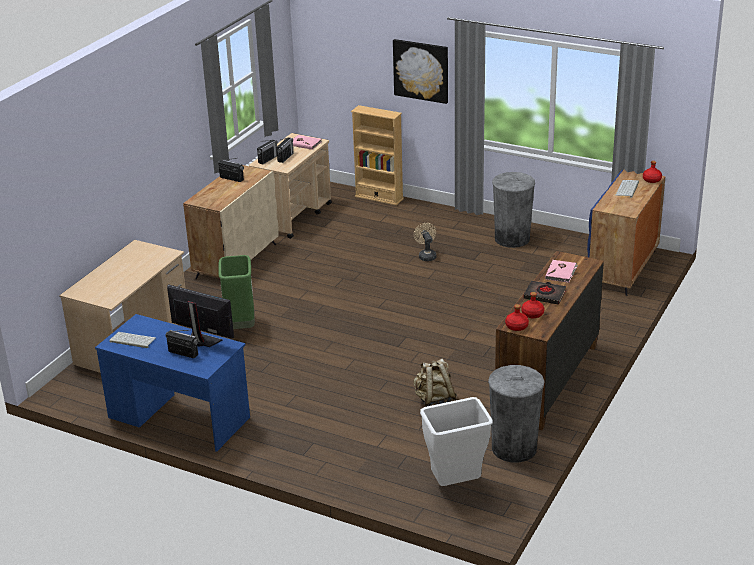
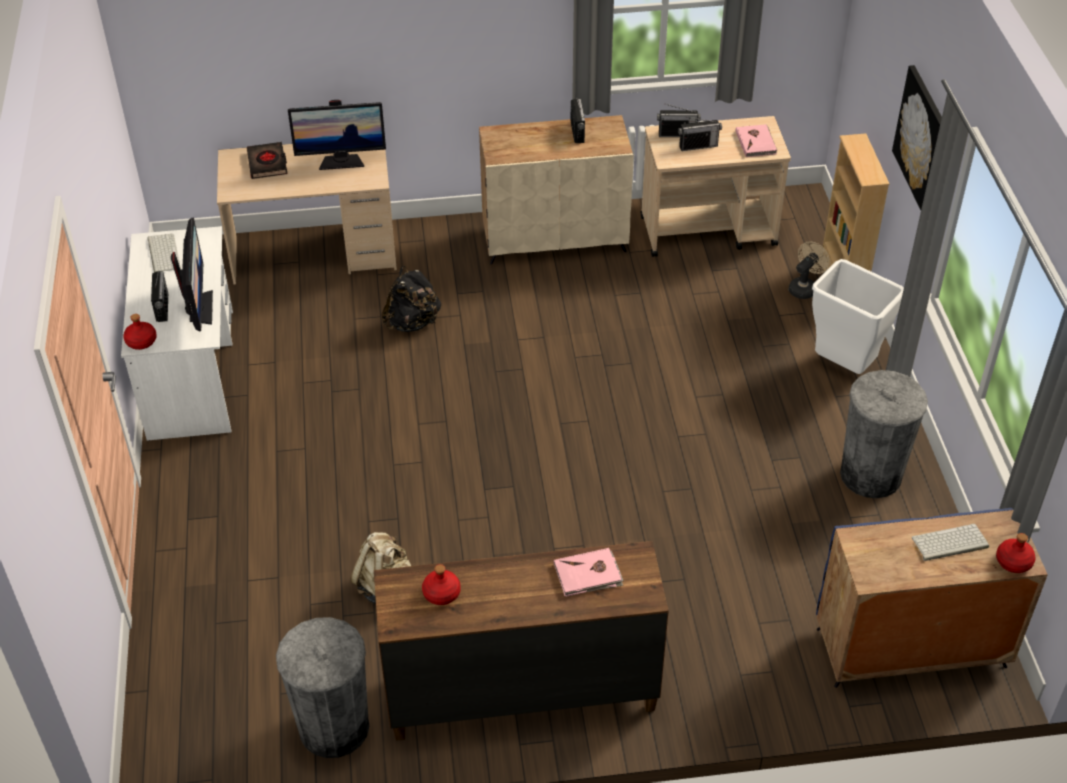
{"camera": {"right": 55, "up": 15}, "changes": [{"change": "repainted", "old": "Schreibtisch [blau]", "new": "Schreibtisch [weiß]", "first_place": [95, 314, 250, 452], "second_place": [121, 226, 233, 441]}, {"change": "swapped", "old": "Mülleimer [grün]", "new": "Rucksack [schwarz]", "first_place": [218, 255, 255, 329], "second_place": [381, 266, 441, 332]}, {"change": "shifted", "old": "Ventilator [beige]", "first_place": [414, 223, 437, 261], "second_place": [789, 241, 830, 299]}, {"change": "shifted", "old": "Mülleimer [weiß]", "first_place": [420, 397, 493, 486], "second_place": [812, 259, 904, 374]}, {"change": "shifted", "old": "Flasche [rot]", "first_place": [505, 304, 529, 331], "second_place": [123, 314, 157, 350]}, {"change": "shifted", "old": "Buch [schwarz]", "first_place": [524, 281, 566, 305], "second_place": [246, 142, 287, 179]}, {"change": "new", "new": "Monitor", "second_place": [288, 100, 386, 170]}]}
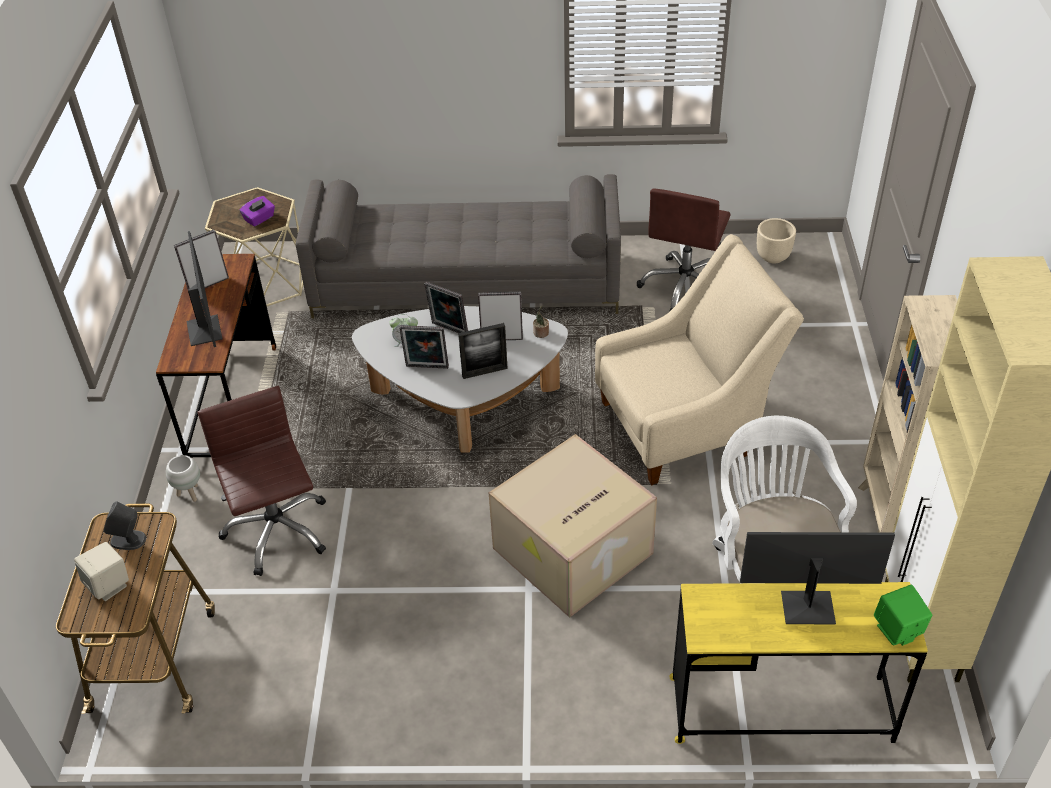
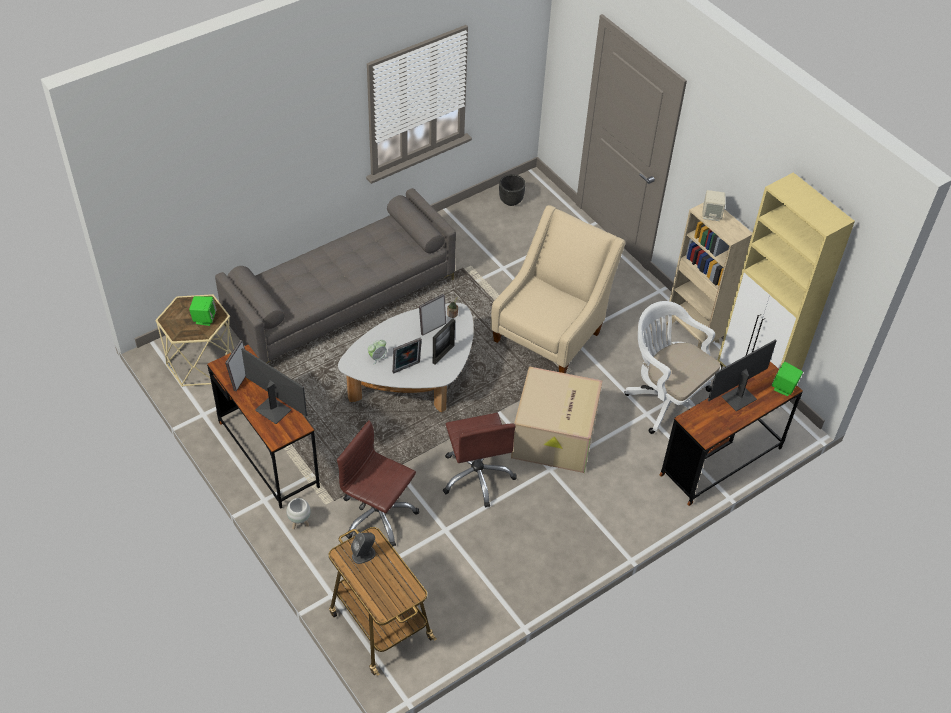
{"camera": {"right": -40, "up": 5}, "changes": [{"change": "shifted", "old": "Lautsprecher [beige]", "first_place": [74, 542, 129, 601], "second_place": [702, 190, 725, 221]}, {"change": "swapped", "old": "Taschentuchbox [lila]", "new": "Lautsprecher [grün]", "first_place": [240, 196, 275, 227], "second_place": [189, 296, 217, 326]}, {"change": "gone", "old": "Bilderrahmen", "first_place": [424, 282, 468, 333]}, {"change": "shifted", "old": "Bürostuhl [braun]", "first_place": [637, 189, 731, 312], "second_place": [443, 413, 517, 508]}, {"change": "repainted", "old": "Schreibtisch [gelb]", "new": "Schreibtisch [braun]", "first_place": [670, 582, 928, 744], "second_place": [659, 362, 803, 506]}, {"change": "repainted", "old": "Pflanzkübel [beige]", "new": "Pflanzkübel [schwarz]", "first_place": [757, 218, 796, 264], "second_place": [499, 174, 526, 206]}]}
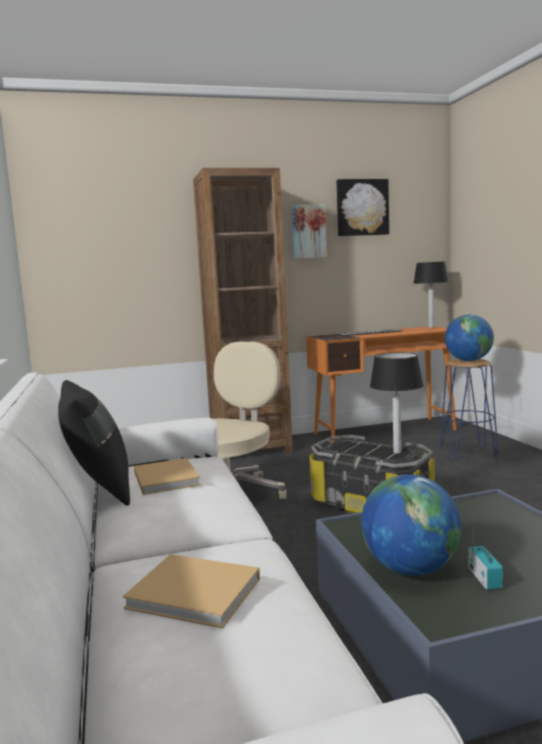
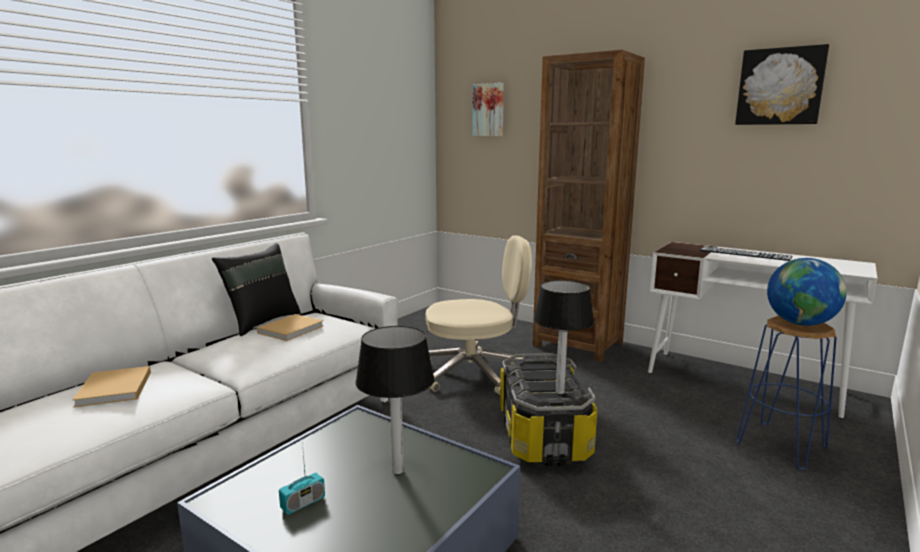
{"camera": {"right": 50, "up": 5}, "changes": [{"change": "shifted", "old": "Bild", "first_place": [291, 204, 327, 259], "second_place": [472, 83, 504, 136]}, {"change": "repainted", "old": "Schreibtisch [orange]", "new": "Schreibtisch [weiß]", "first_place": [306, 326, 457, 442], "second_place": [648, 242, 877, 418]}, {"change": "gone", "old": "Globus", "first_place": [361, 474, 461, 576]}, {"change": "shifted", "old": "Tischlampe", "first_place": [413, 262, 449, 328], "second_place": [355, 326, 434, 474]}]}
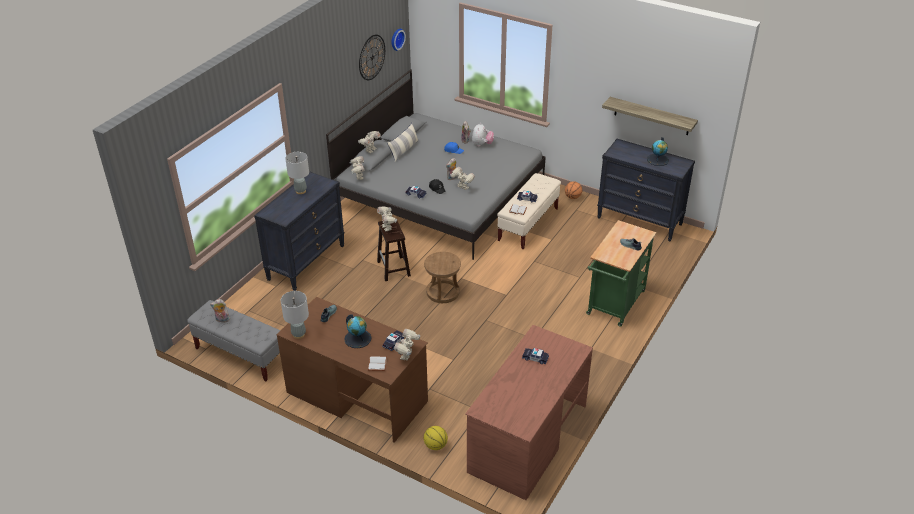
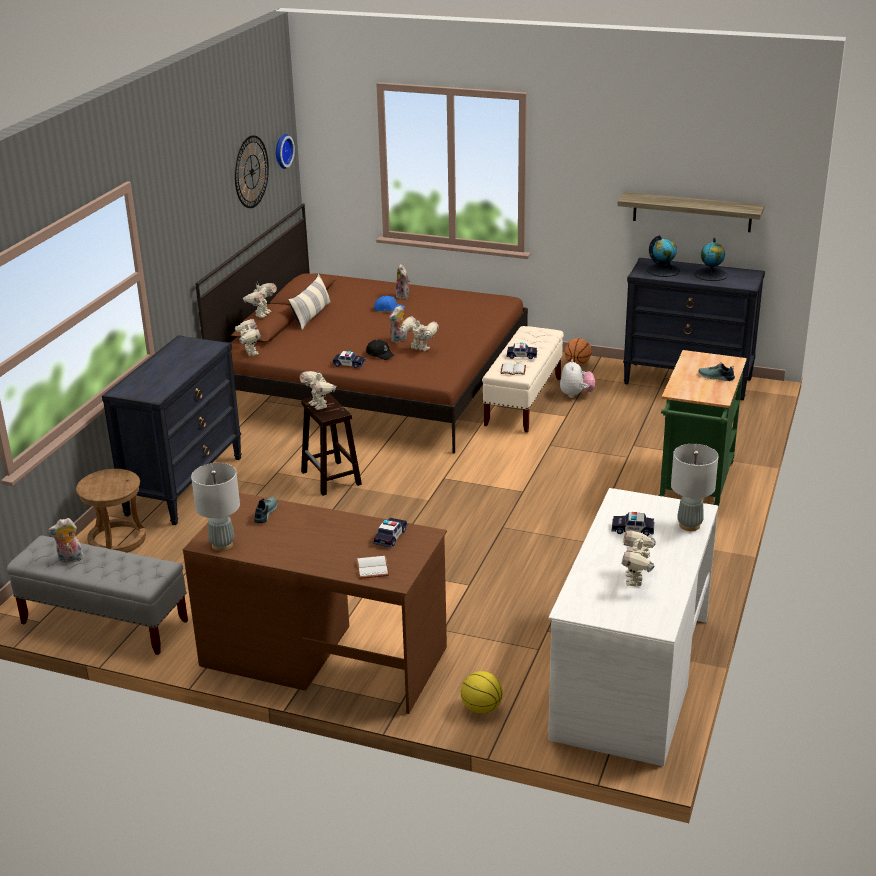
{"camera": {"right": -10, "up": -10}, "changes": [{"change": "shifted", "old": "Tischlampe [grau]", "first_place": [285, 152, 309, 194], "second_place": [671, 444, 718, 531]}, {"change": "repainted", "old": "Bett [grau]", "new": "Bett [braun]", "first_place": [326, 69, 545, 260], "second_place": [195, 203, 528, 453]}, {"change": "shifted", "old": "Globus", "first_place": [344, 314, 372, 348], "second_place": [647, 235, 680, 277]}, {"change": "shifted", "old": "Spielzeugroboter", "first_place": [394, 329, 420, 361], "second_place": [621, 531, 656, 586]}, {"change": "shifted", "old": "Hocker [braun]", "first_place": [424, 252, 461, 303], "second_place": [76, 469, 146, 553]}, {"change": "repainted", "old": "Schreibtisch [braun]", "new": "Schreibtisch [weiß]", "first_place": [465, 325, 593, 500], "second_place": [548, 488, 718, 766]}, {"change": "shifted", "old": "Plüschtier", "first_place": [472, 123, 494, 147], "second_place": [560, 360, 595, 398]}]}
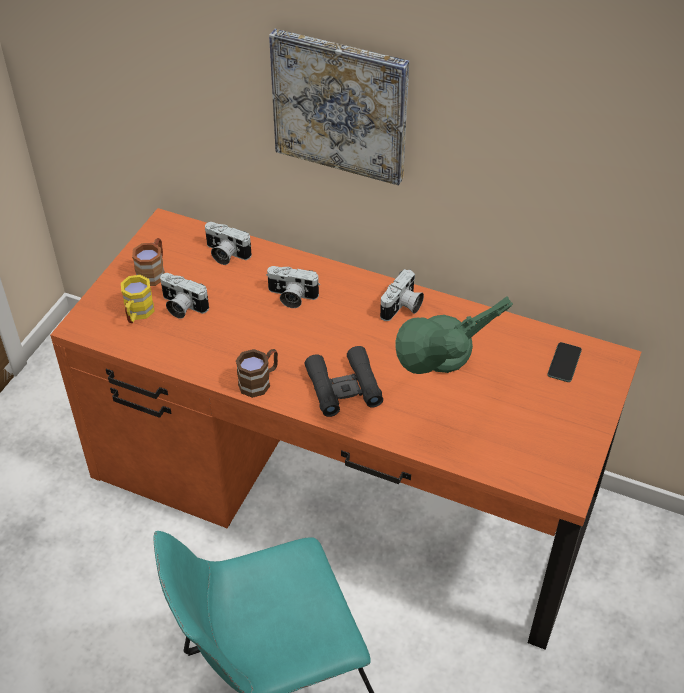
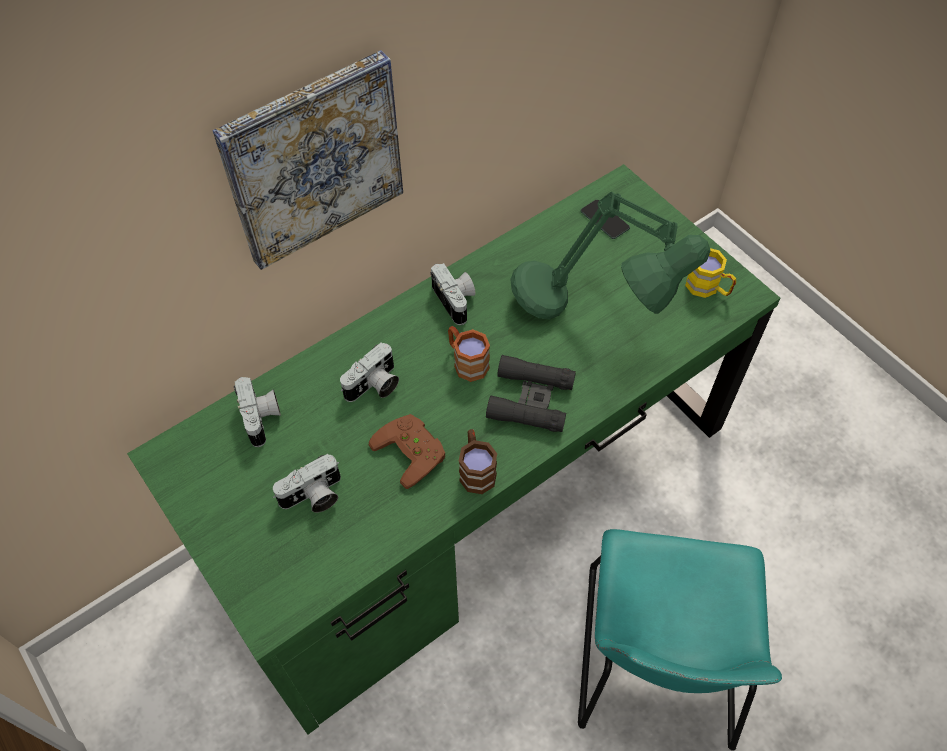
{"camera": {"right": -60, "up": 10}, "changes": [{"change": "repainted", "old": "Schreibtisch [orange]", "new": "Schreibtisch [grün]", "first_place": [50, 208, 641, 650], "second_place": [127, 164, 780, 735]}, {"change": "shifted", "old": "Henkelbecher [gelb]", "first_place": [121, 275, 155, 323], "second_place": [685, 248, 736, 298]}, {"change": "shifted", "old": "Henkelbecher [braun]", "first_place": [132, 238, 165, 286], "second_place": [448, 326, 490, 382]}, {"change": "rotated", "old": "Kamera", "first_place": [205, 222, 252, 265], "second_place": [234, 377, 281, 447], "degrees": -75}, {"change": "new", "new": "Gamepad [braun]", "second_place": [368, 414, 445, 489]}]}
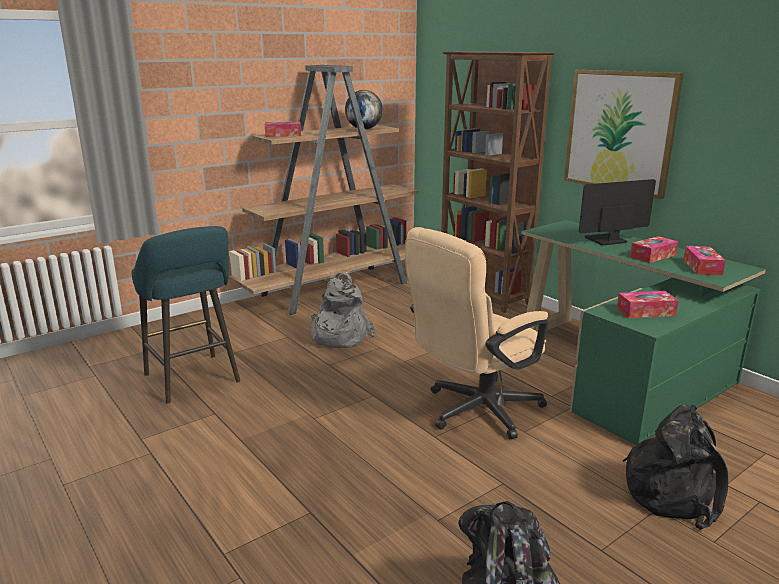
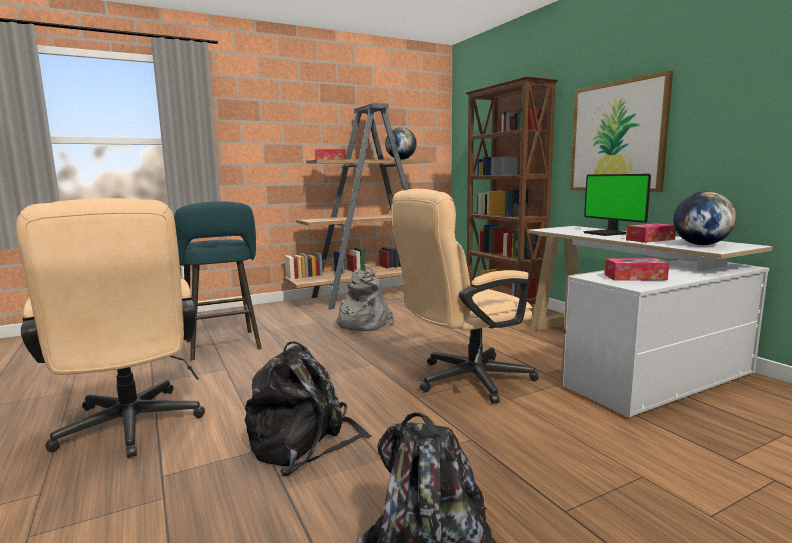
{"camera": {"right": 10, "up": -10}, "changes": [{"change": "repainted", "old": "Schreibtisch [grün]", "new": "Schreibtisch [weiß]", "first_place": [522, 220, 766, 445], "second_place": [527, 226, 773, 417]}, {"change": "rotated", "old": "Monitor", "first_place": [579, 179, 656, 246], "second_place": [583, 174, 651, 236], "degrees": -105}, {"change": "shifted", "old": "Rucksack [schwarz]", "first_place": [623, 405, 728, 530], "second_place": [245, 341, 371, 476]}, {"change": "swapped", "old": "Taschentuchbox", "new": "Globus", "first_place": [683, 246, 726, 276], "second_place": [673, 191, 737, 245]}, {"change": "new", "new": "Bürostuhl [beige]", "second_place": [16, 198, 205, 458]}]}
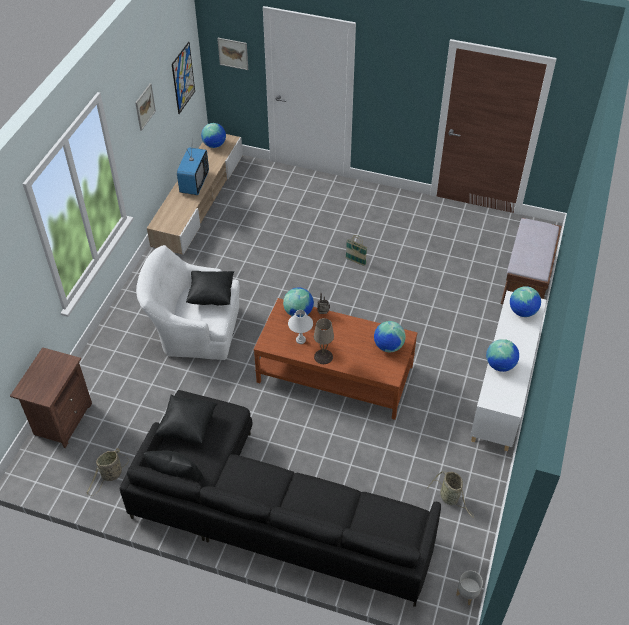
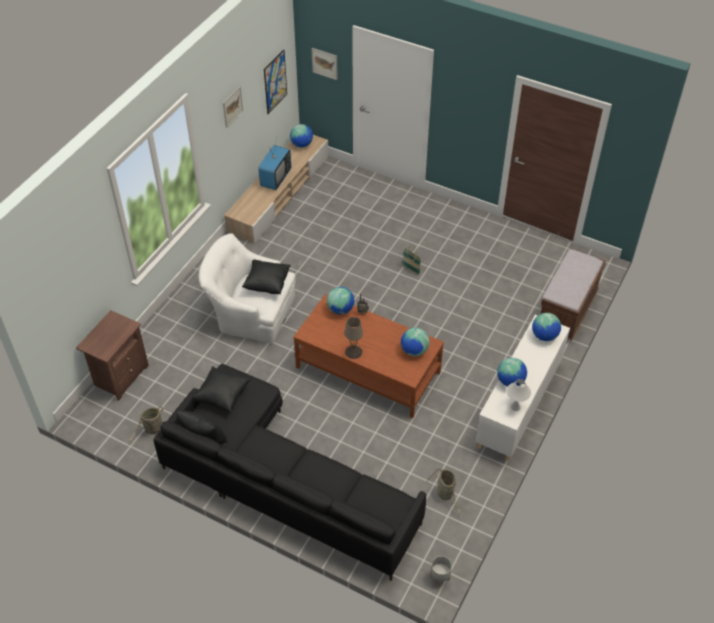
{"camera": {"right": 10, "up": 0}, "changes": [{"change": "shifted", "old": "Tischlampe [weiß]", "first_place": [288, 310, 313, 344], "second_place": [506, 379, 531, 411]}]}
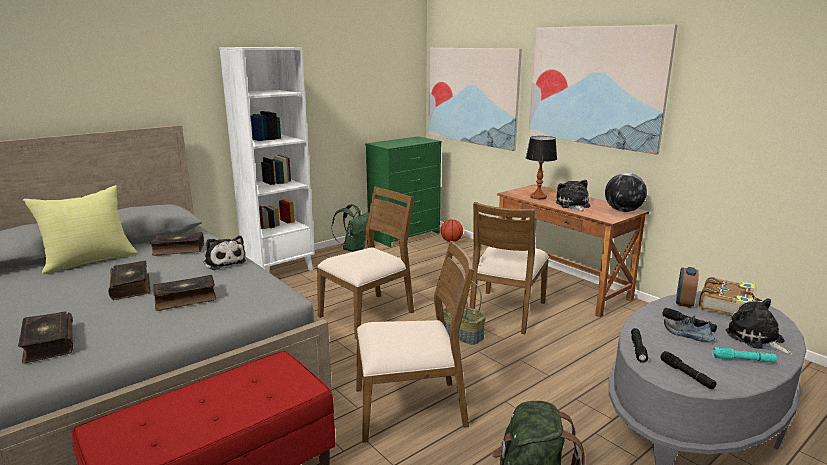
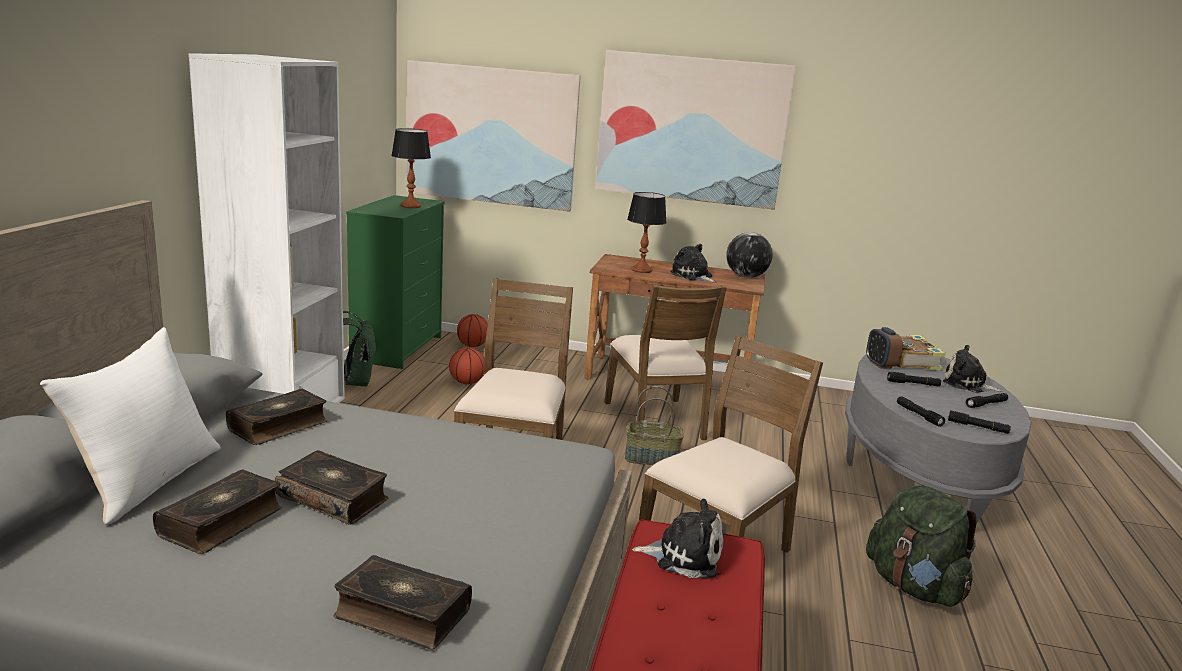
{"camera": {"right": -40, "up": 0}, "changes": [{"change": "repainted", "old": "Kissen [gelb]", "new": "Kissen [weiß]", "first_place": [23, 185, 138, 274], "second_place": [40, 327, 221, 525]}, {"change": "shifted", "old": "Buch", "first_place": [153, 275, 216, 311], "second_place": [153, 470, 282, 554]}, {"change": "shifted", "old": "Plüschtier", "first_place": [203, 236, 246, 270], "second_place": [632, 499, 723, 578]}, {"change": "gone", "old": "Schuh", "first_place": [664, 316, 715, 342]}, {"change": "repainted", "old": "Taschenlampe [türkis]", "new": "Taschenlampe [schwarz]", "first_place": [712, 347, 777, 363], "second_place": [966, 393, 1008, 408]}, {"change": "new", "new": "Tischlampe", "second_place": [391, 128, 431, 208]}, {"change": "new", "new": "Basketball", "second_place": [449, 347, 485, 384]}]}
